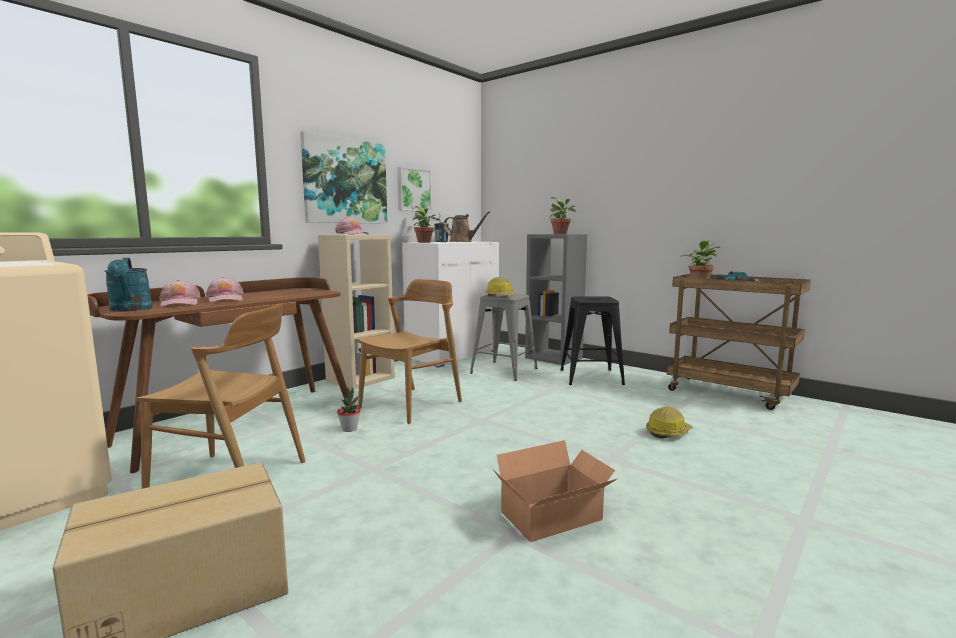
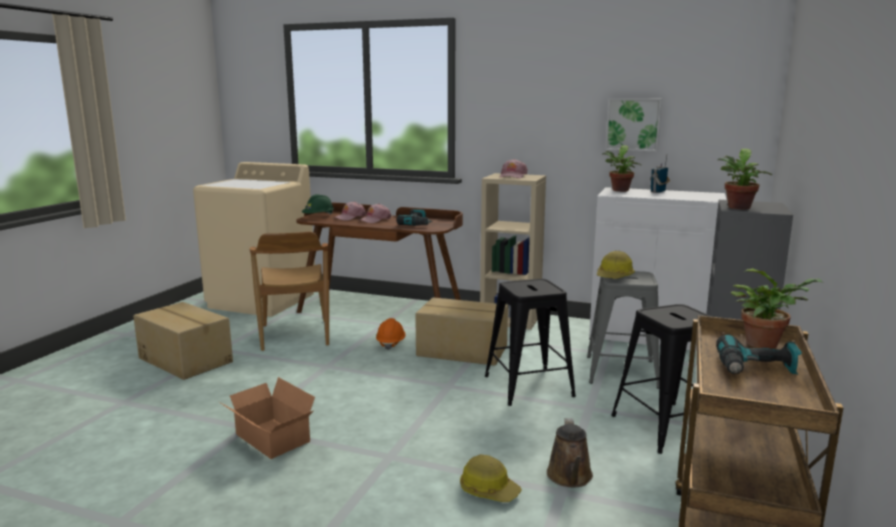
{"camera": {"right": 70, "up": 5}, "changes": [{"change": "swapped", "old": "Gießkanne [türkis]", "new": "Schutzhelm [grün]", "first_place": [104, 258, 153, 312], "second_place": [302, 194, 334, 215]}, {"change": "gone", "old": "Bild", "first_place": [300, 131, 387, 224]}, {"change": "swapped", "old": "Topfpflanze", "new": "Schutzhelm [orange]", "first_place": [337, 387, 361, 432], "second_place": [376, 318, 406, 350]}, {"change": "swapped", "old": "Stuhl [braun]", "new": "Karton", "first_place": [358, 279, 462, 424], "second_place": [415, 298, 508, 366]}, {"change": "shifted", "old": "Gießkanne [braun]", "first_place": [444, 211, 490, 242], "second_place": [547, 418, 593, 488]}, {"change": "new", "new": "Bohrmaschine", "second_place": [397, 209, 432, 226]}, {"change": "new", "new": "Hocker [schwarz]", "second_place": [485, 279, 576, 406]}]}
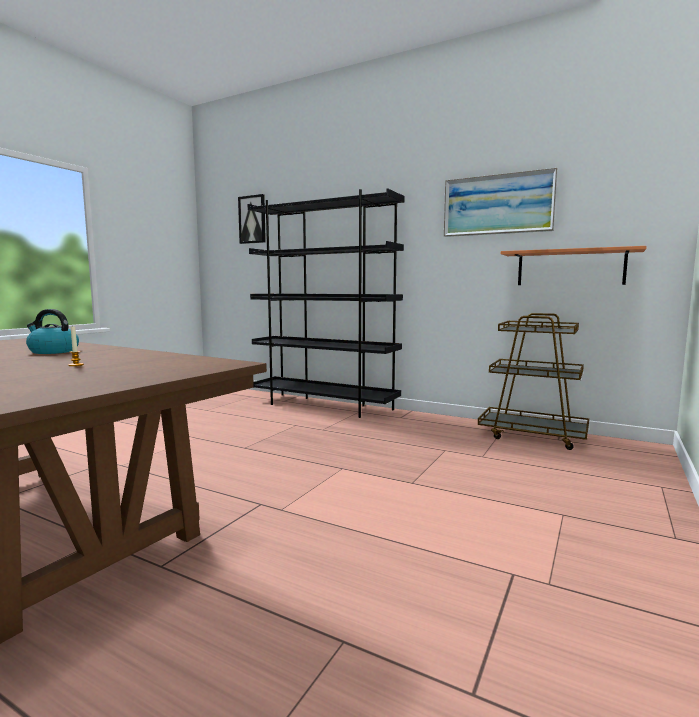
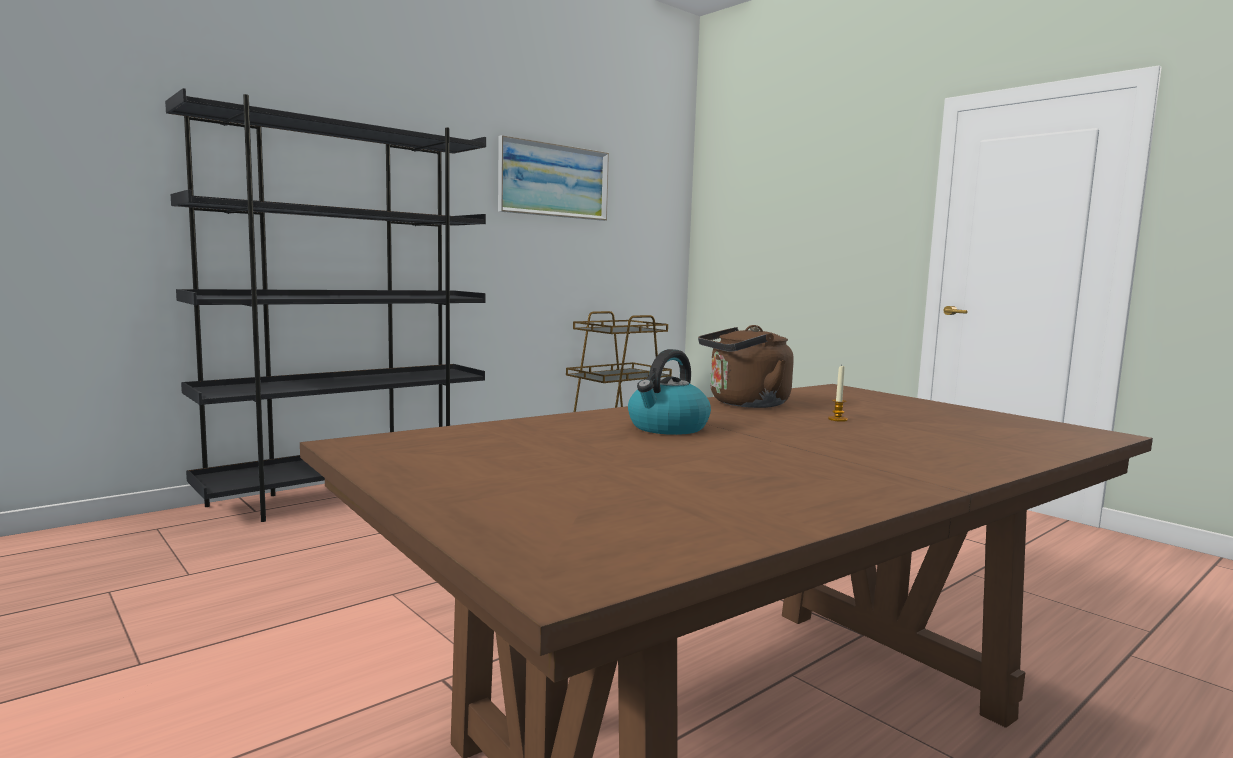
{"camera": {"right": -70, "up": 0}, "changes": [{"change": "gone", "old": "Bild", "first_place": [238, 194, 266, 244]}, {"change": "gone", "old": "Wandregal", "first_place": [501, 246, 647, 285]}, {"change": "new", "new": "Wasserkessel [braun]", "second_place": [698, 325, 794, 408]}]}
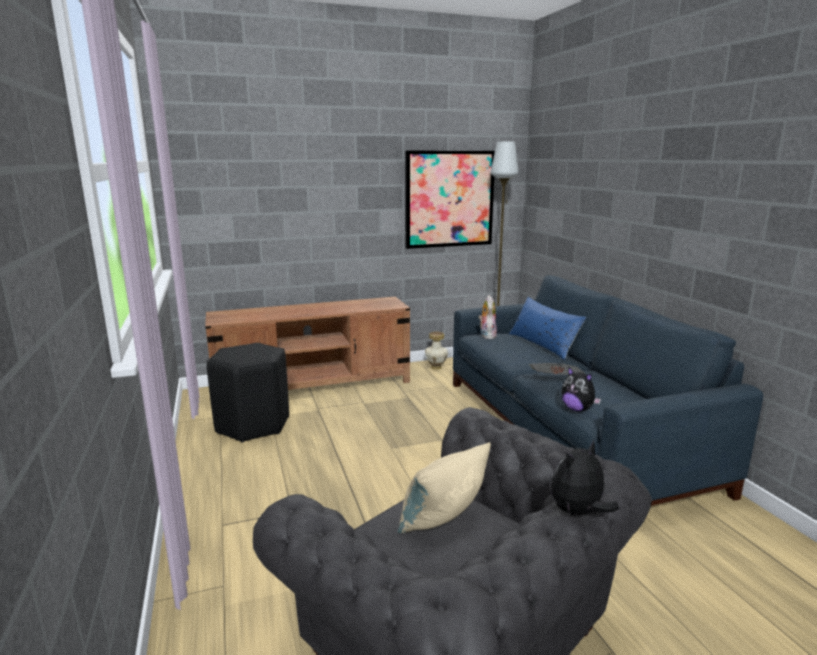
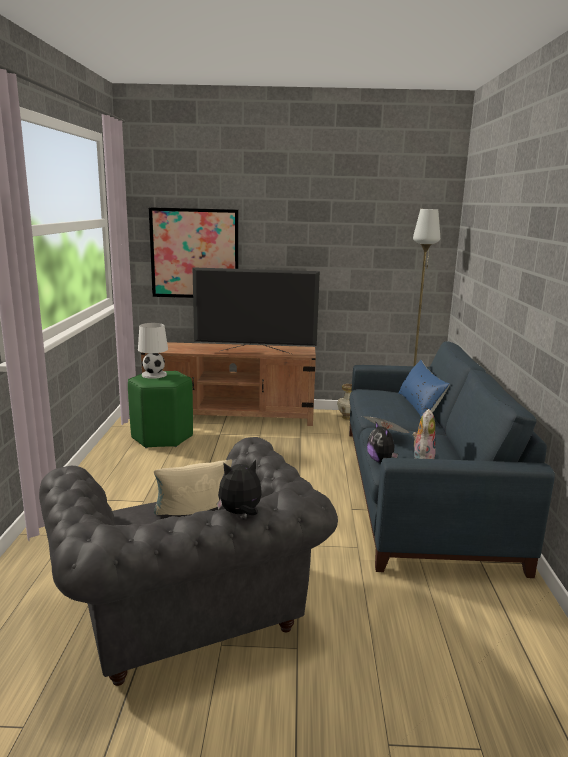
{"camera": {"right": 20, "up": 0}, "changes": [{"change": "repainted", "old": "Hocker [schwarz]", "new": "Hocker [grün]", "first_place": [207, 343, 289, 443], "second_place": [128, 371, 193, 448]}, {"change": "shifted", "old": "Bild", "first_place": [405, 150, 495, 249], "second_place": [149, 207, 239, 298]}, {"change": "shifted", "old": "Plüschtier", "first_place": [478, 295, 497, 339], "second_place": [413, 409, 436, 459]}, {"change": "new", "new": "Tischlampe [weiß]", "second_place": [138, 323, 168, 379]}, {"change": "new", "new": "Fernseher", "second_place": [192, 267, 320, 354]}]}
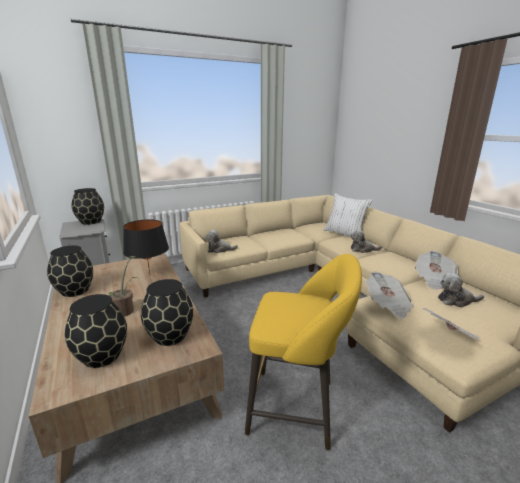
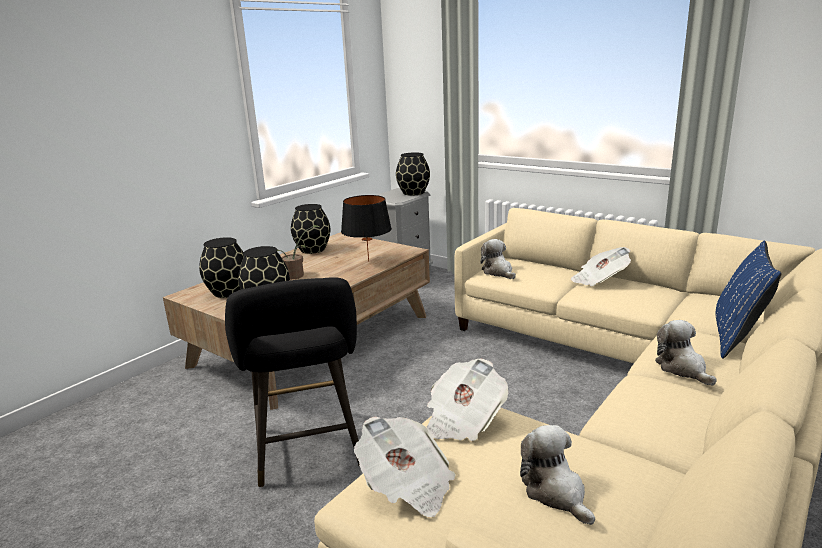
{"camera": {"right": 65, "up": 0}, "changes": [{"change": "repainted", "old": "Hocker [gelb]", "new": "Hocker [schwarz]", "first_place": [245, 254, 362, 450], "second_place": [225, 277, 360, 488]}, {"change": "repainted", "old": "Kissen [weiß]", "new": "Kissen [blau]", "first_place": [323, 193, 372, 236], "second_place": [715, 241, 782, 359]}, {"change": "shifted", "old": "Zeitung", "first_place": [415, 251, 458, 290], "second_place": [571, 247, 631, 286]}]}
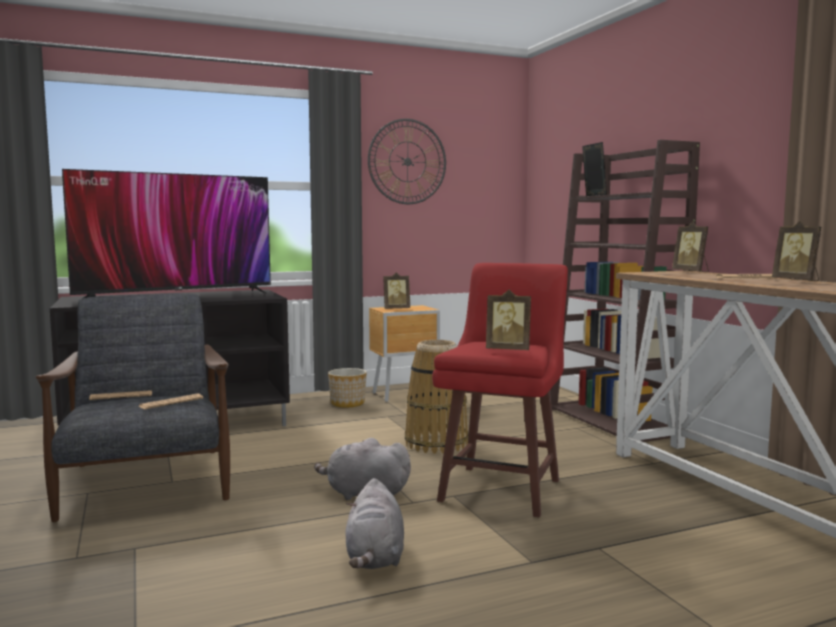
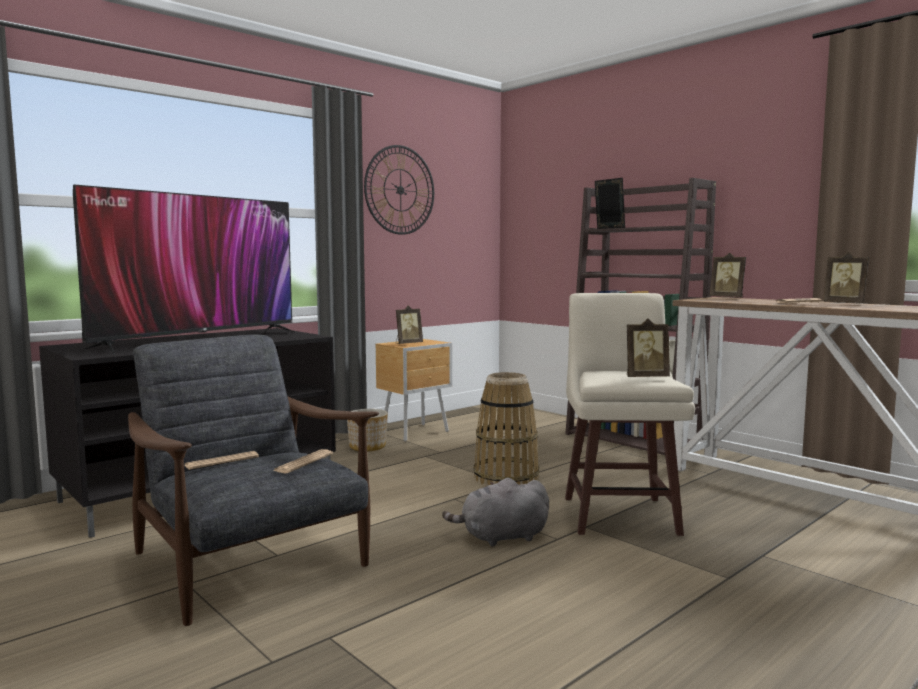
{"camera": {"right": -20, "up": 0}, "changes": [{"change": "gone", "old": "Plüschtier [grau]", "first_place": [345, 478, 404, 569]}, {"change": "repainted", "old": "Hocker [rot]", "new": "Hocker [beige]", "first_place": [432, 263, 568, 518], "second_place": [565, 293, 695, 536]}]}
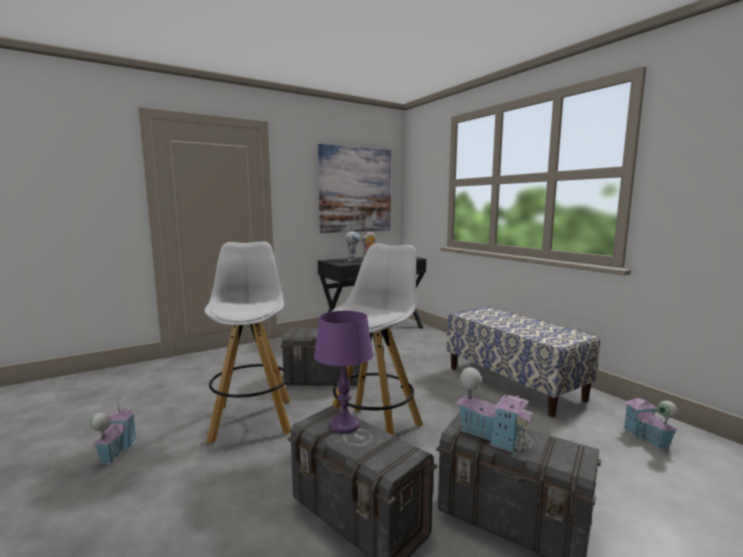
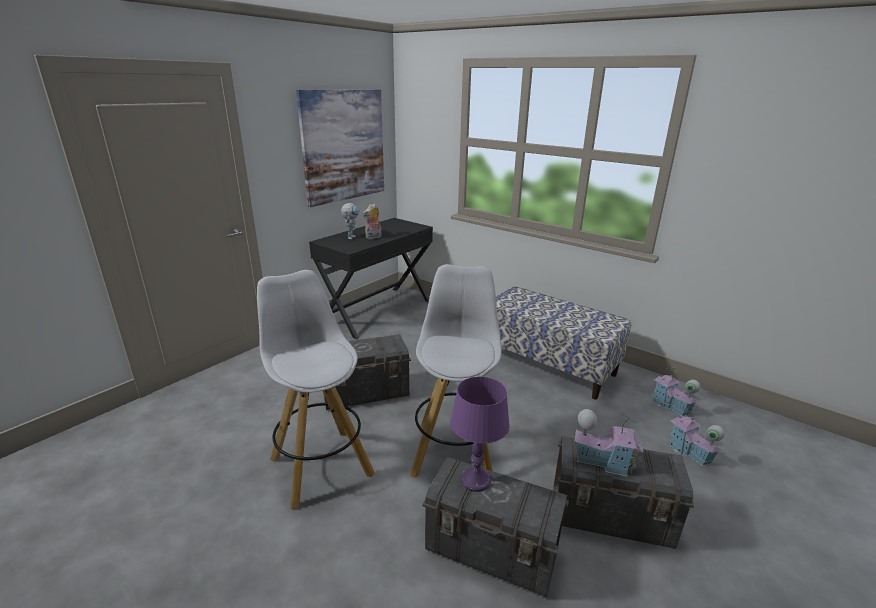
{"camera": {"right": -20, "up": 15}, "changes": [{"change": "shifted", "old": "Spielzeughaus", "first_place": [90, 398, 137, 464], "second_place": [668, 409, 725, 466]}]}
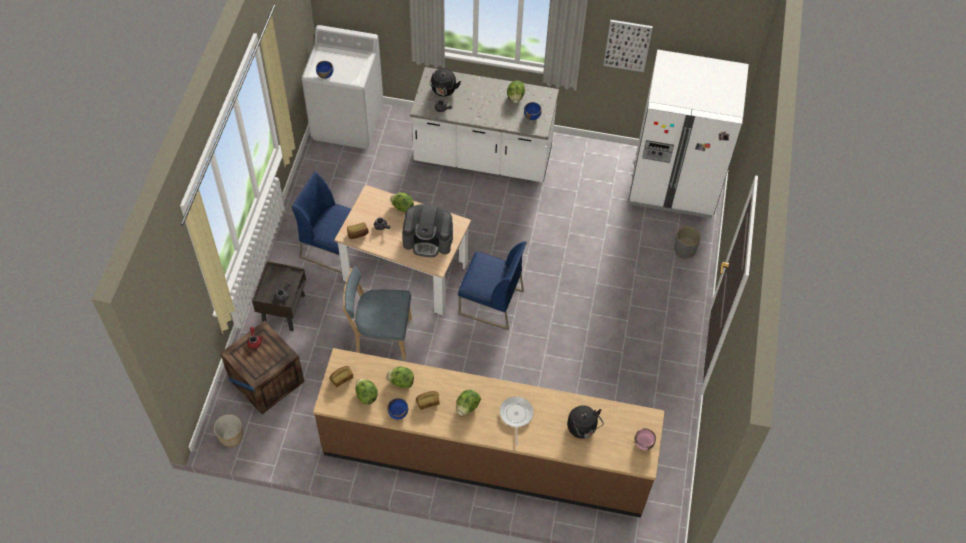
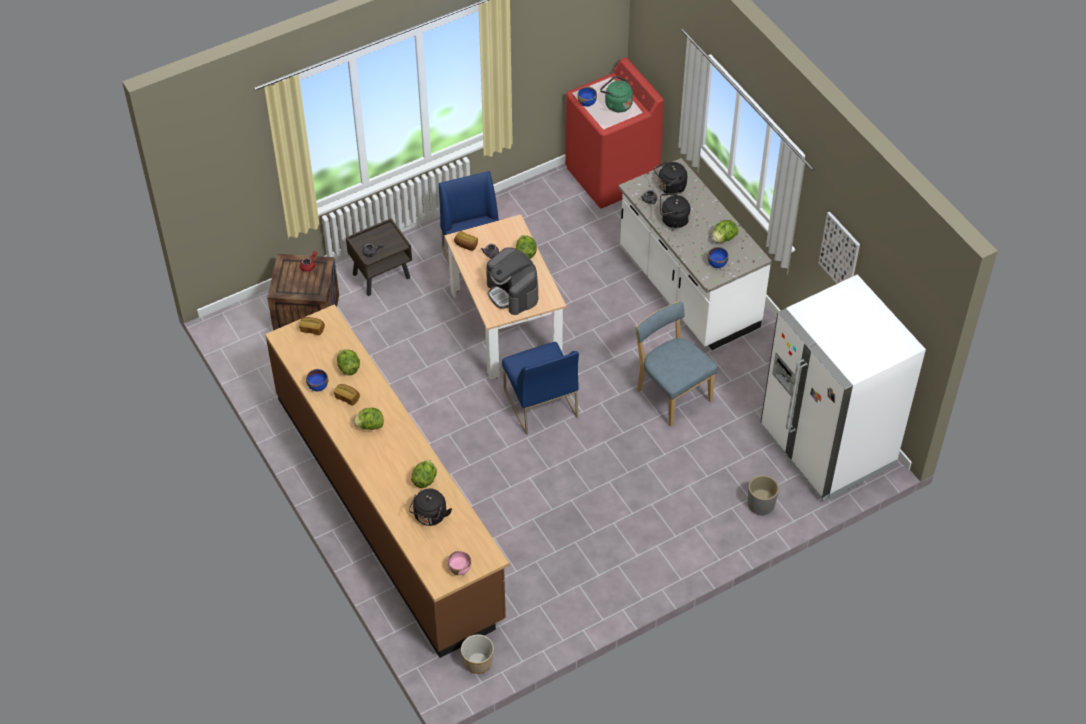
{"camera": {"right": 50, "up": -5}, "changes": [{"change": "shifted", "old": "Pflanzkübel", "first_place": [214, 414, 243, 447], "second_place": [461, 634, 494, 674]}, {"change": "repainted", "old": "Waschmaschine [weiß]", "new": "Waschmaschine [rot]", "first_place": [302, 25, 384, 149], "second_place": [565, 58, 664, 209]}, {"change": "shifted", "old": "Stuhl [blau]", "first_place": [343, 266, 412, 359], "second_place": [635, 302, 718, 426]}, {"change": "shifted", "old": "Salatkopf", "first_place": [355, 379, 378, 405], "second_place": [411, 460, 437, 488]}, {"change": "gone", "old": "Pfanne", "first_place": [500, 396, 533, 445]}, {"change": "new", "new": "Wasserkessel [grün]", "second_place": [600, 76, 633, 112]}, {"change": "new", "new": "Wasserkessel [schwarz]", "second_place": [660, 193, 691, 228]}]}
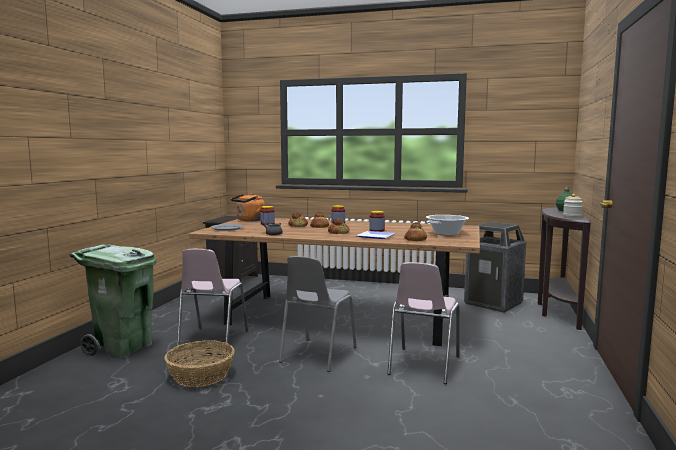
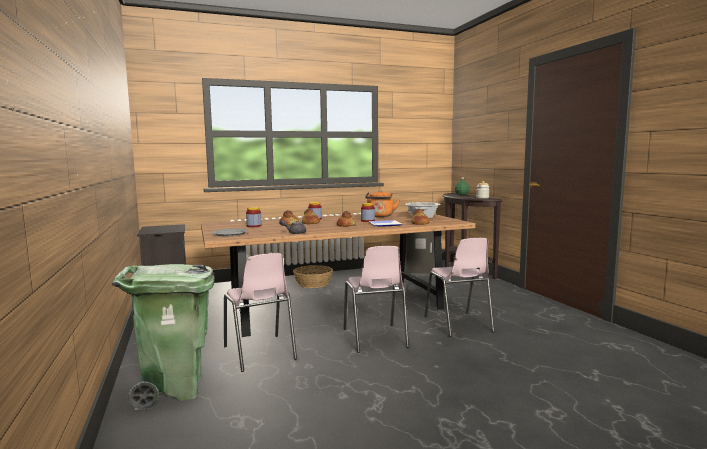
{"camera": {"right": -35, "up": 0}, "changes": [{"change": "shifted", "old": "Korb", "first_place": [165, 340, 235, 387], "second_place": [293, 265, 333, 288]}, {"change": "shifted", "old": "Wasserkessel [orange]", "first_place": [231, 193, 265, 221], "second_place": [365, 190, 400, 217]}, {"change": "repainted", "old": "Stuhl [grau]", "new": "Stuhl [rosa]", "first_place": [279, 256, 357, 372], "second_place": [343, 246, 409, 353]}]}
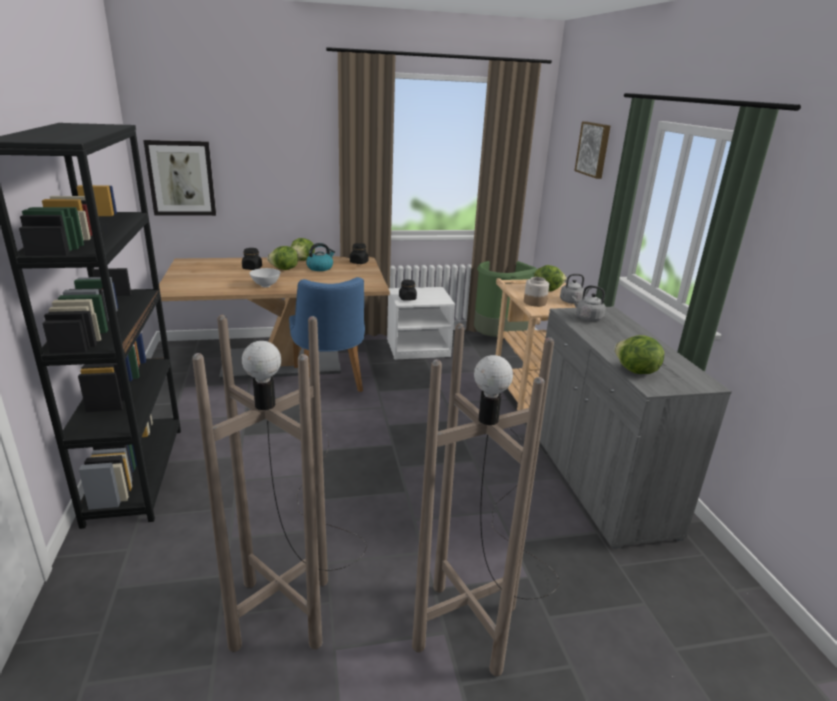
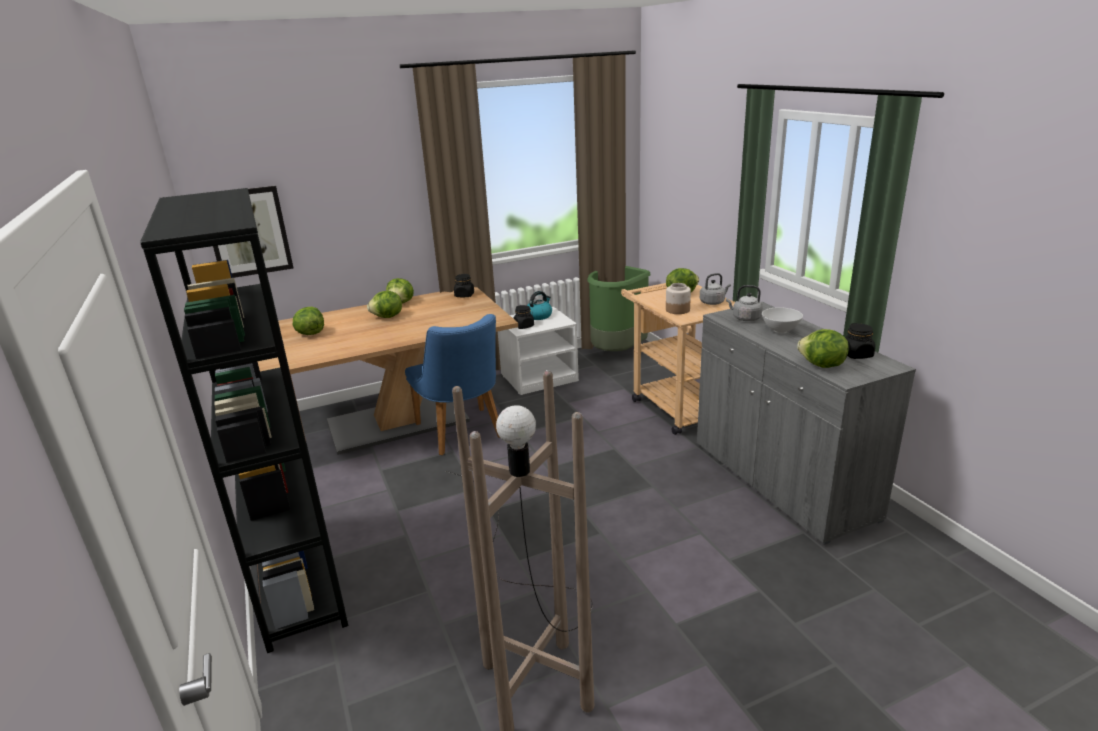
{"camera": {"right": -10, "up": 0}, "changes": [{"change": "shifted", "old": "Vorratsglas [schwarz]", "first_place": [242, 248, 262, 270], "second_place": [845, 323, 875, 359]}, {"change": "shifted", "old": "Schüssel [weiß]", "first_place": [250, 268, 280, 287], "second_place": [762, 307, 803, 334]}, {"change": "shifted", "old": "Wasserkessel", "first_place": [306, 243, 335, 271], "second_place": [527, 291, 552, 320]}, {"change": "gone", "old": "Stehlampe [braun]", "first_place": [412, 323, 559, 676]}, {"change": "gone", "old": "Bild", "first_place": [574, 121, 610, 179]}, {"change": "new", "new": "Salatkopf", "second_place": [293, 307, 324, 335]}]}
